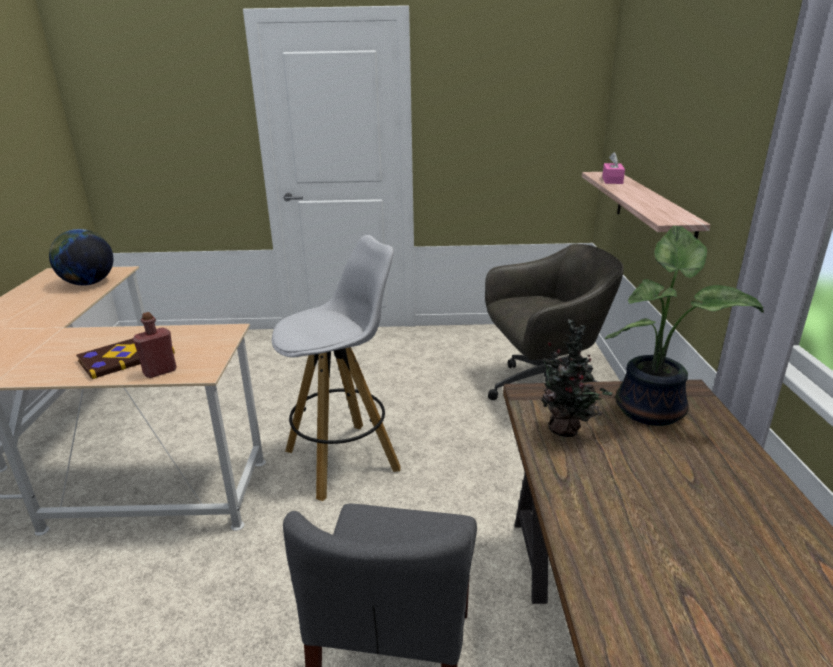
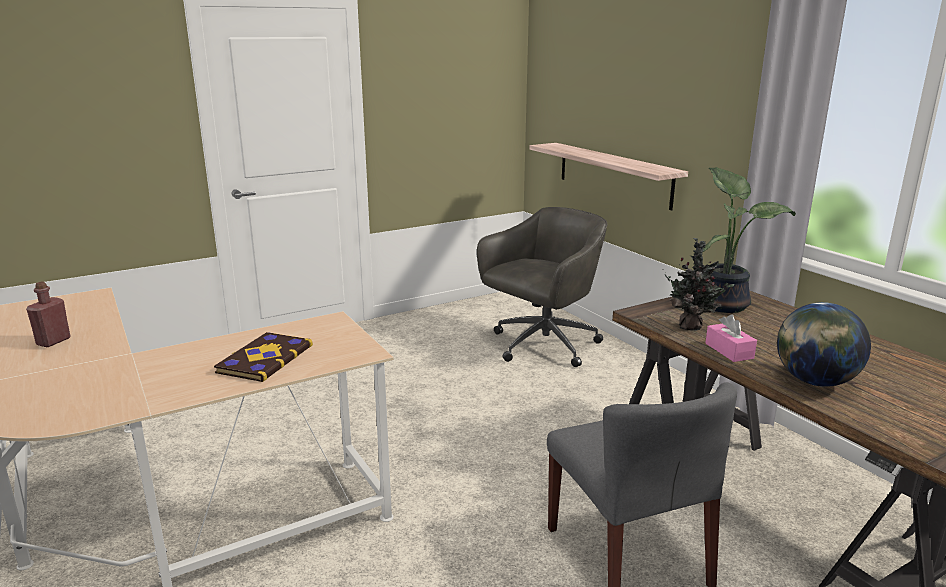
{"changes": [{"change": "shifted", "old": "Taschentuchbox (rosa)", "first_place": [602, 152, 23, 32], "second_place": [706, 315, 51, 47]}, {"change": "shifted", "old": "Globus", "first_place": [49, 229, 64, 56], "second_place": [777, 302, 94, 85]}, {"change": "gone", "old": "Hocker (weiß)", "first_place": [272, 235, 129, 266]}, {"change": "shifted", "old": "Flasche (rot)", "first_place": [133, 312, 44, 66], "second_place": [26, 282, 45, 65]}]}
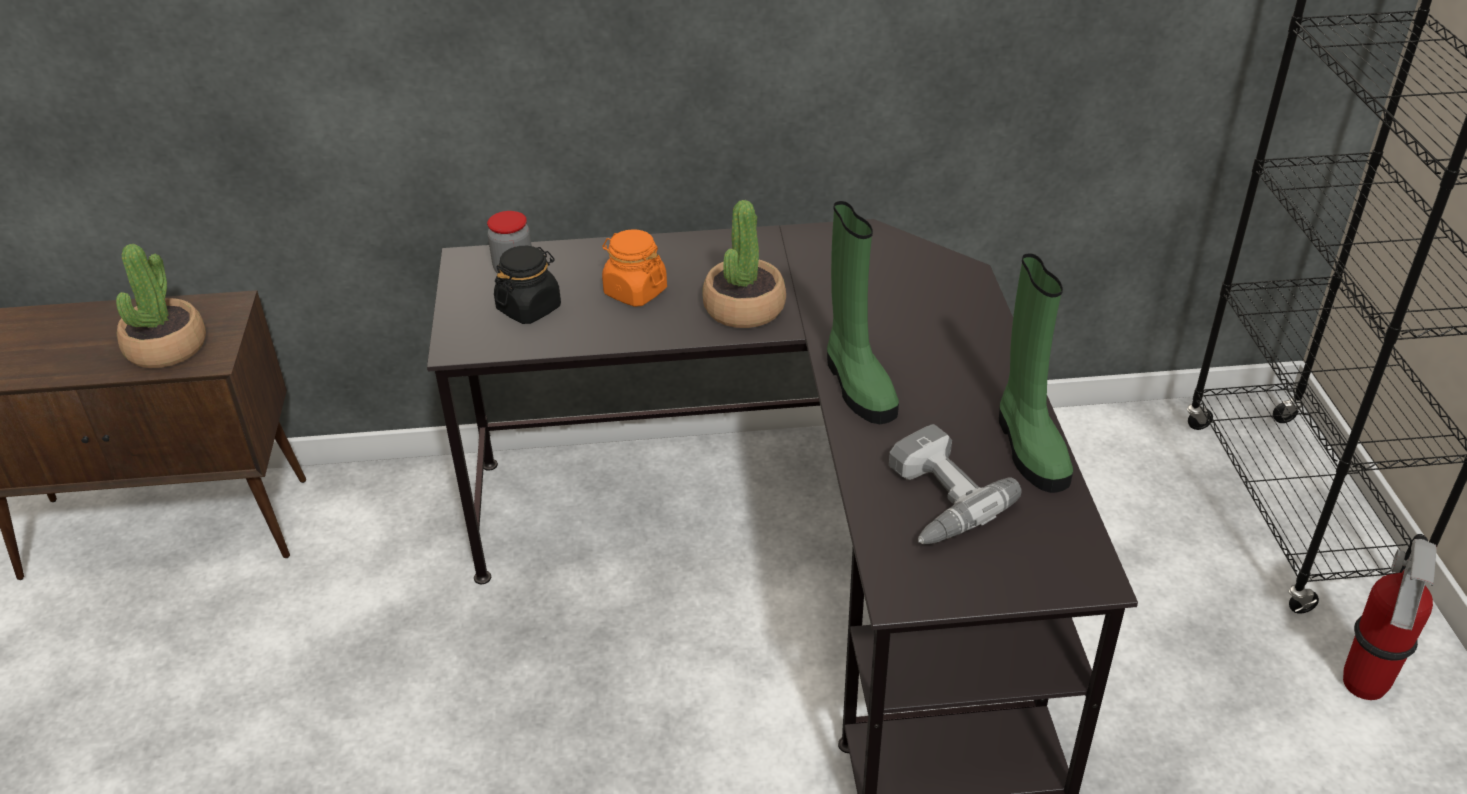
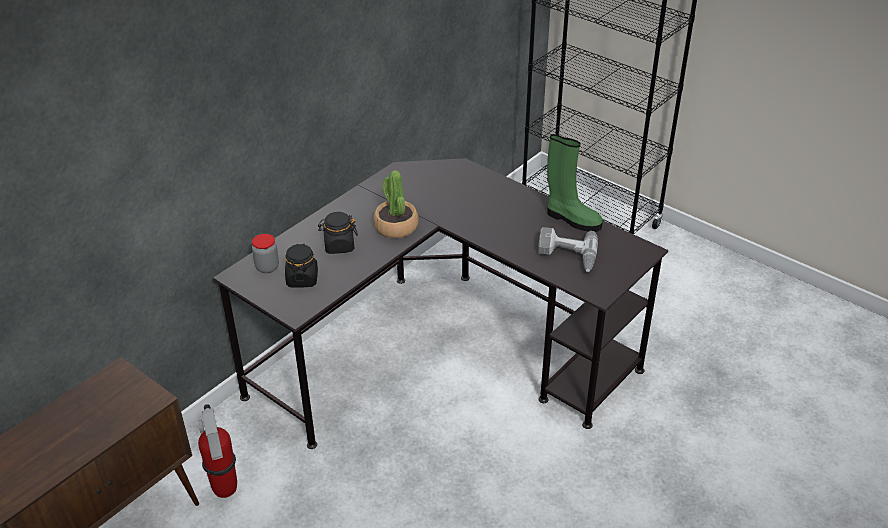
{"changes": [{"change": "gone", "old": "Stiefel (grün)", "first_place": [827, 201, 72, 223]}, {"change": "repainted", "old": "Vorratsglas (orange)", "new": "Vorratsglas (schwarz)", "first_place": [602, 229, 65, 78], "second_place": [318, 212, 40, 42]}, {"change": "gone", "old": "Topfpflanze", "first_place": [116, 244, 90, 124]}, {"change": "shifted", "old": "Feuerlöscher", "first_place": [1343, 534, 94, 166], "second_place": [198, 404, 39, 94]}]}
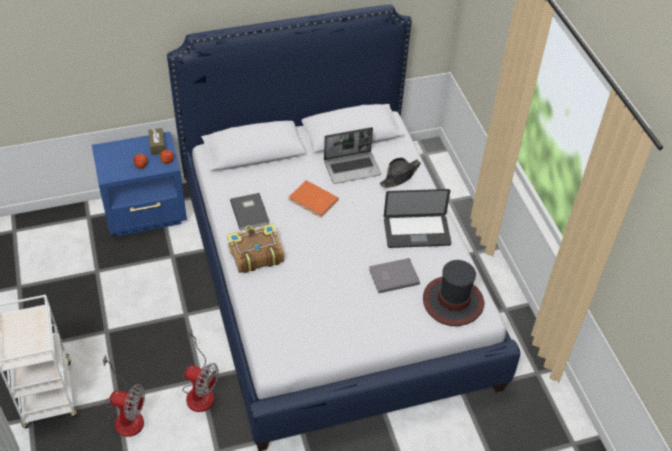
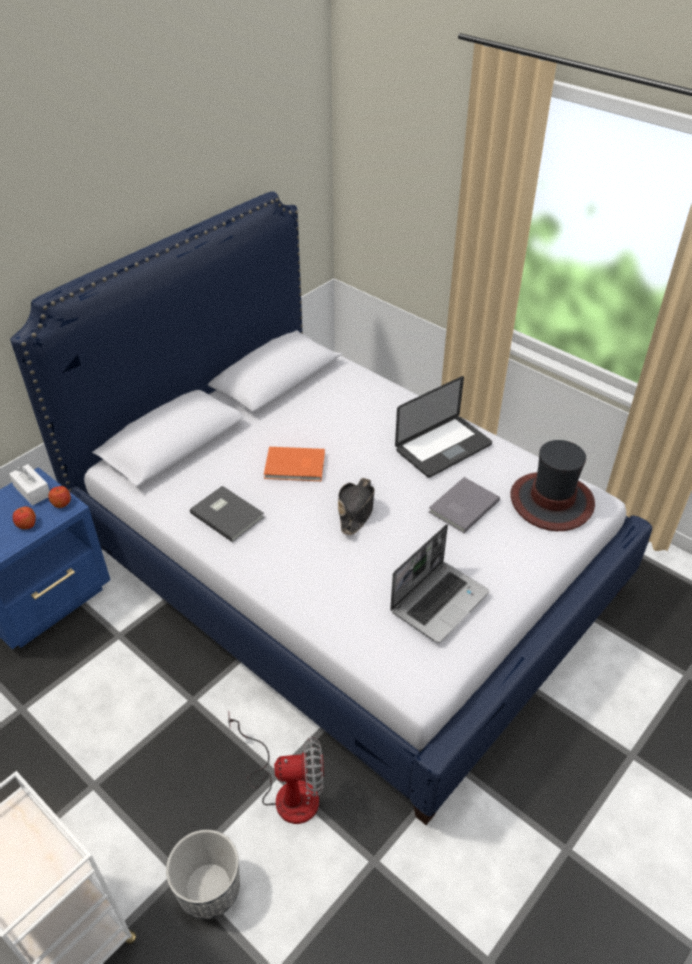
{"changes": [{"change": "shifted", "old": "Laptop", "first_place": [324, 127, 57, 57], "second_place": [390, 524, 99, 119]}, {"change": "repainted", "old": "Taschentuchbox (braun)", "new": "Taschentuchbox (weiß)", "first_place": [148, 128, 17, 27], "second_place": [9, 464, 41, 42]}, {"change": "shifted", "old": "Hut (schwarz)", "first_place": [380, 158, 41, 30], "second_place": [338, 478, 37, 57]}, {"change": "gone", "old": "Buch", "first_place": [227, 223, 57, 50]}, {"change": "swapped", "old": "Ventilator", "new": "Pflanzkübel", "first_place": [103, 354, 42, 83], "second_place": [166, 830, 74, 89]}]}
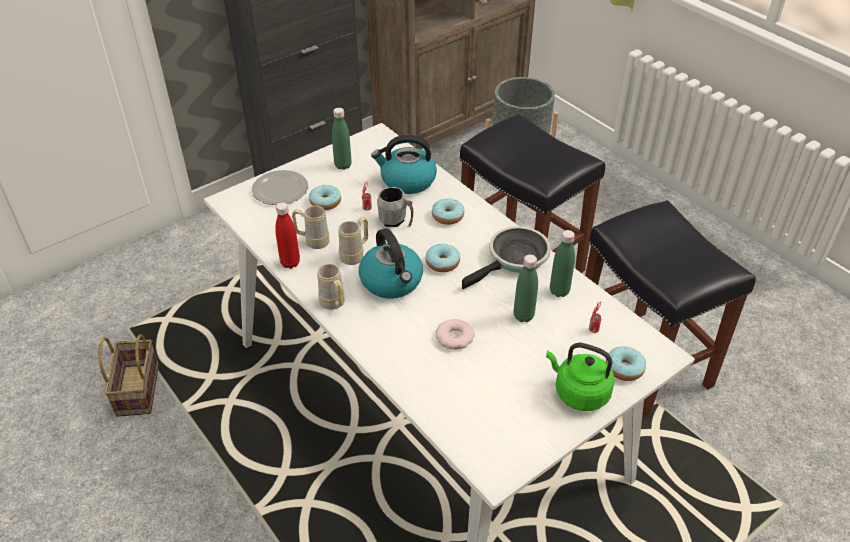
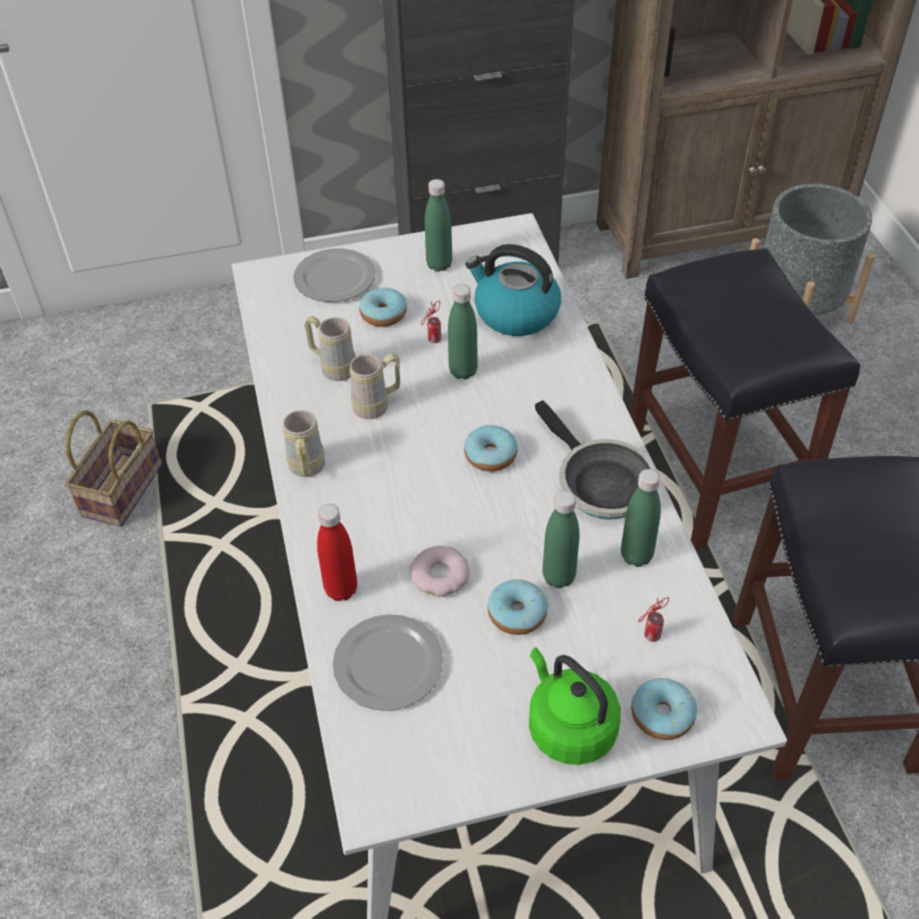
{"changes": [{"change": "swapped", "old": "Henkelbecher (grau)", "new": "Flasche (grün)", "first_place": [377, 187, 36, 40], "second_place": [448, 284, 30, 96]}, {"change": "shifted", "old": "Donut", "first_place": [432, 199, 32, 26], "second_place": [487, 580, 61, 55]}, {"change": "shifted", "old": "Flasche (rot)", "first_place": [275, 202, 25, 67], "second_place": [317, 504, 40, 97]}, {"change": "rotated", "old": "Pfanne", "first_place": [462, 226, 89, 63], "second_place": [535, 400, 122, 120], "degrees": 75}, {"change": "gone", "old": "Wasserkessel", "first_place": [359, 228, 64, 71]}, {"change": "new", "new": "Teller", "second_place": [333, 614, 111, 97]}]}
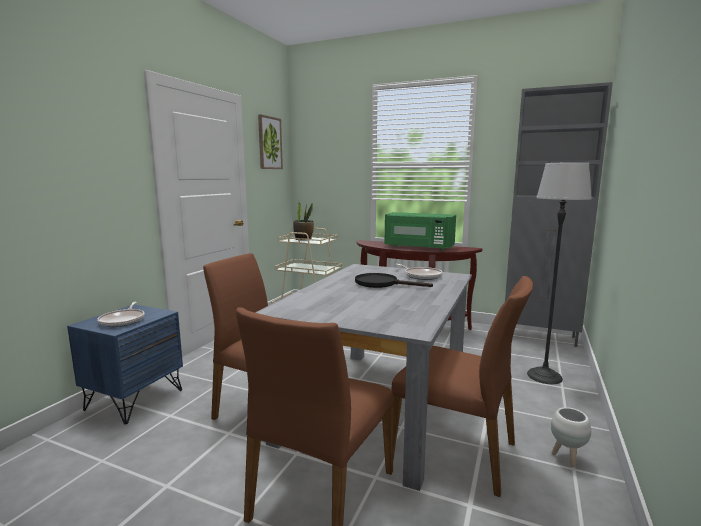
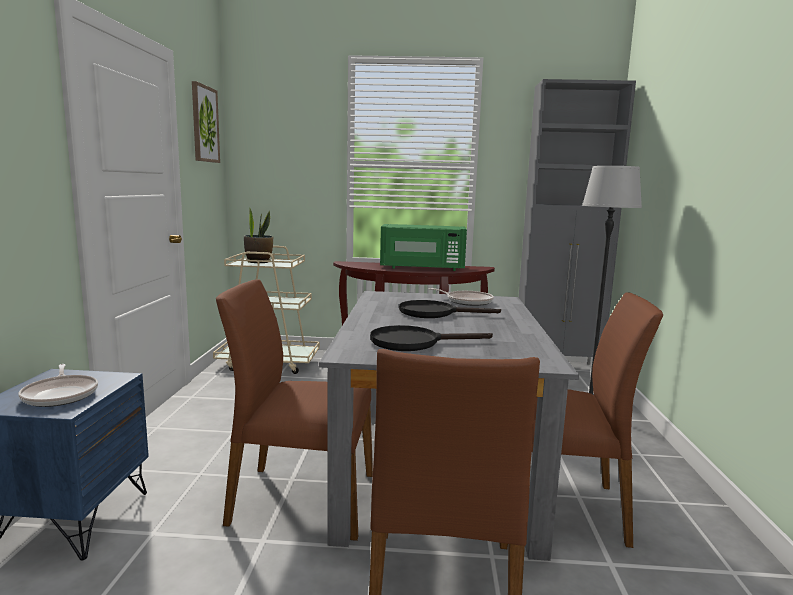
{"changes": [{"change": "gone", "old": "Pflanzkübel (weiß)", "first_place": [551, 407, 40, 60]}, {"change": "new", "new": "Pfanne (schwarz)", "second_place": [370, 325, 123, 26]}]}
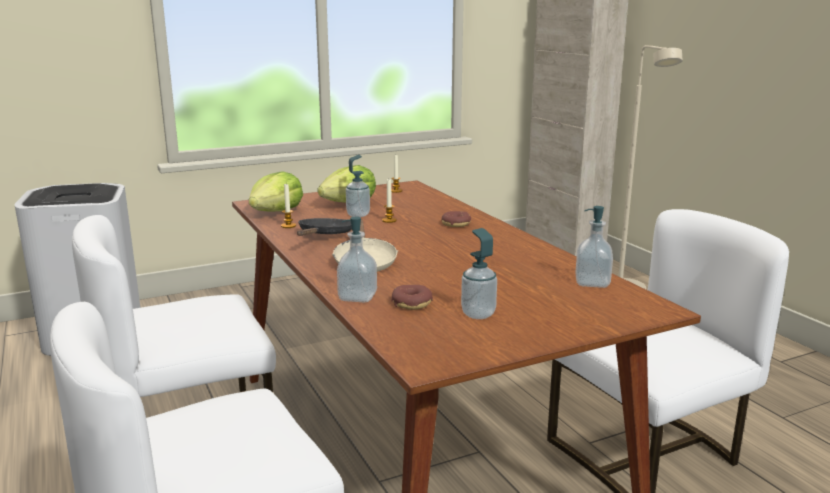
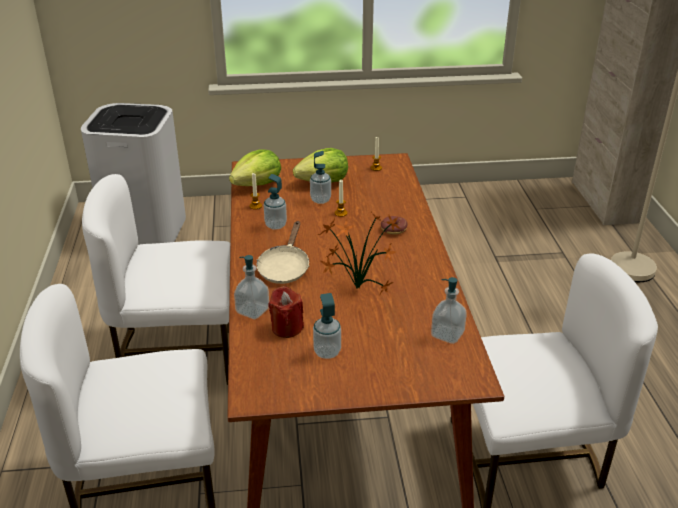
{"changes": [{"change": "swapped", "old": "Pfanne (schwarz)", "new": "Seifenspender", "first_place": [297, 218, 55, 18], "second_place": [264, 174, 23, 56]}, {"change": "swapped", "old": "Donut", "new": "Kerze (rot)", "first_place": [391, 285, 42, 25], "second_place": [269, 286, 35, 52]}, {"change": "new", "new": "Topfpflanze", "second_place": [318, 212, 83, 82]}]}
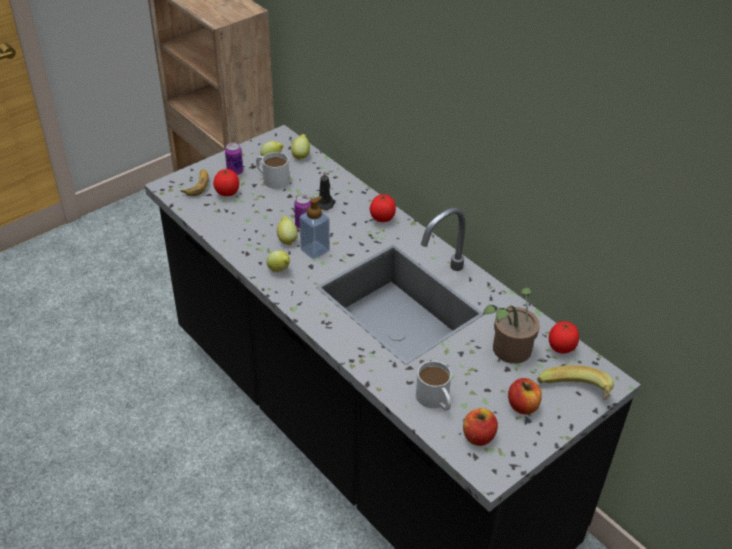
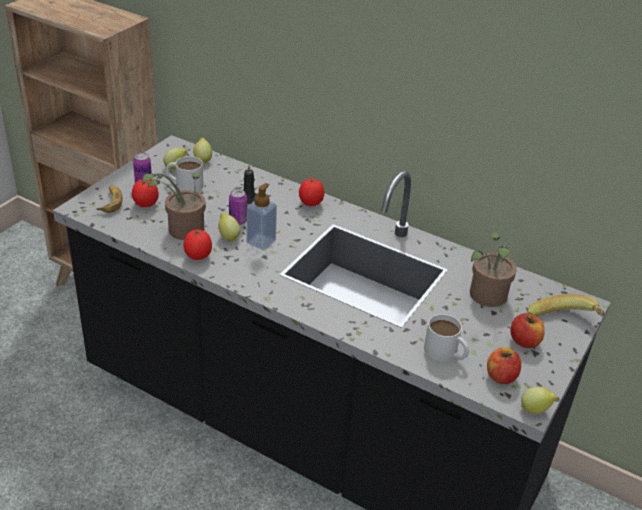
{"changes": [{"change": "shifted", "old": "Zitrone", "first_place": [266, 250, 24, 22], "second_place": [521, 387, 36, 27]}, {"change": "shifted", "old": "Tomate", "first_place": [549, 321, 30, 32], "second_place": [183, 229, 29, 31]}, {"change": "new", "new": "Topfpflanze", "second_place": [143, 173, 63, 67]}]}
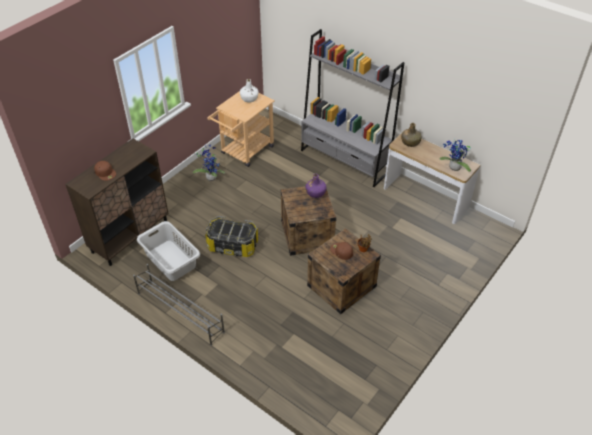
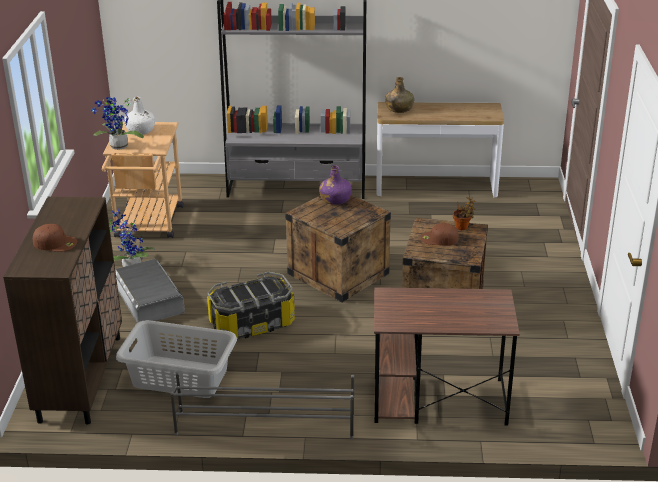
{"changes": [{"change": "shifted", "old": "Topfpflanze", "first_place": [439, 138, 32, 34], "second_place": [91, 97, 53, 53]}, {"change": "new", "new": "Aufbewahrungsbox (grau)", "second_place": [115, 259, 70, 64]}, {"change": "new", "new": "Schreibtisch (braun)", "second_place": [374, 287, 146, 139]}]}
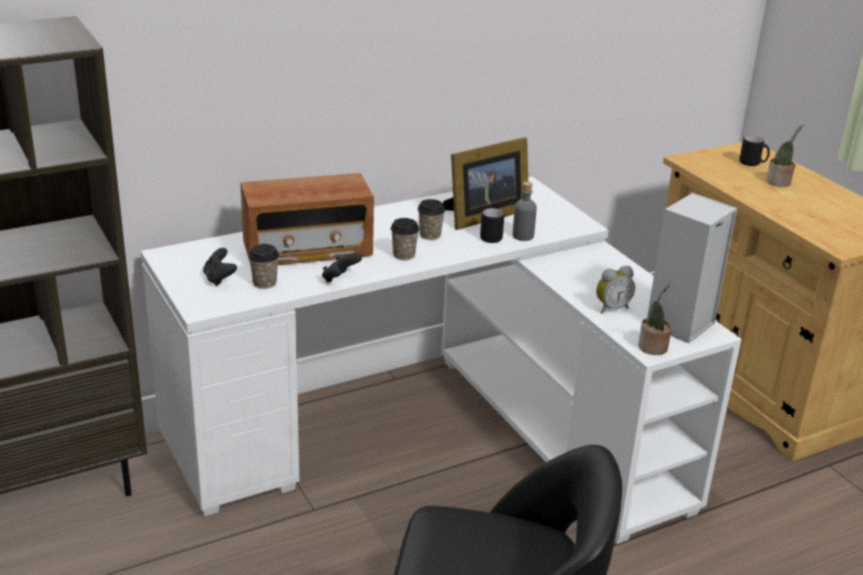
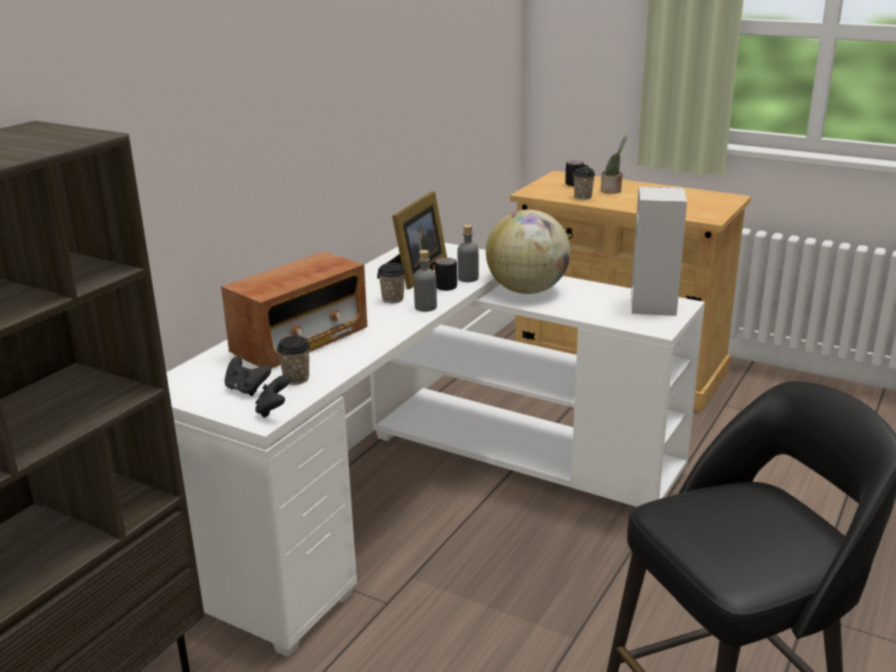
{"changes": [{"change": "shifted", "old": "Tasse", "first_place": [391, 218, 28, 42], "second_place": [573, 168, 22, 32]}, {"change": "shifted", "old": "Gamepad (schwarz)", "first_place": [322, 253, 40, 30], "second_place": [255, 375, 36, 43]}, {"change": "gone", "old": "Wecker", "first_place": [596, 266, 39, 48]}, {"change": "gone", "old": "Topfpflanze", "first_place": [638, 284, 34, 71]}, {"change": "new", "new": "Globus", "second_place": [486, 209, 84, 85]}, {"change": "new", "new": "Flasche (grau)", "second_place": [414, 250, 23, 62]}]}
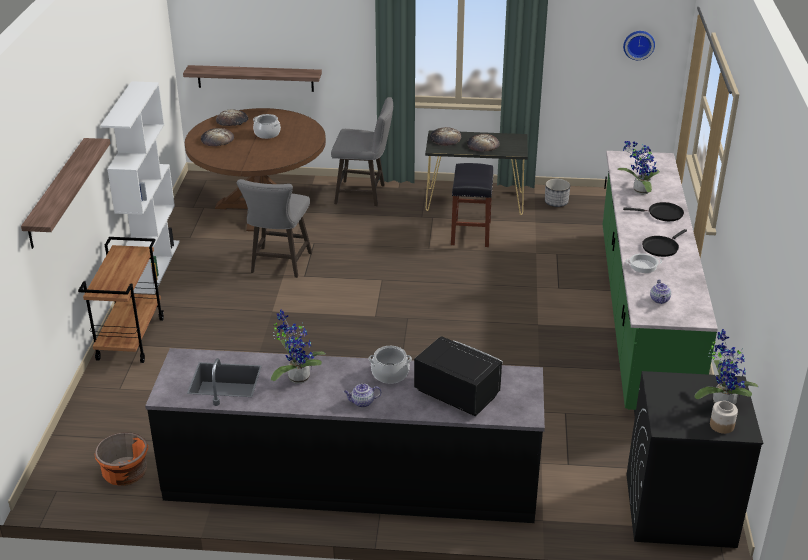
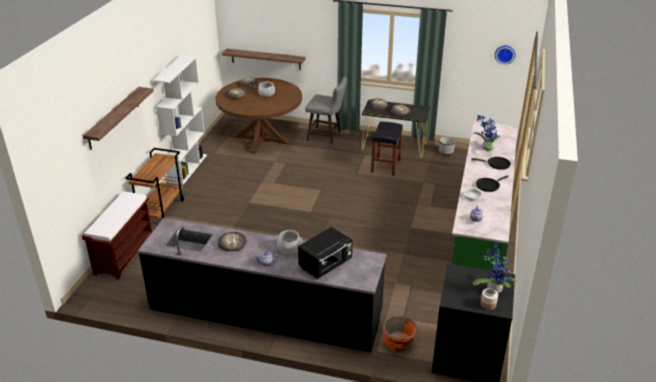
{"changes": [{"change": "gone", "old": "Hocker (grau)", "first_place": [237, 179, 75, 99]}, {"change": "swapped", "old": "Topfpflanze", "new": "Brot", "first_place": [271, 309, 55, 75], "second_place": [218, 232, 29, 19]}, {"change": "rotated", "old": "Mikrowelle (schwarz)", "first_place": [414, 336, 89, 81], "second_place": [298, 227, 54, 52], "degrees": 90}, {"change": "shifted", "old": "Pflanzkübel (orange)", "first_place": [95, 432, 53, 54], "second_place": [383, 316, 35, 36]}, {"change": "new", "new": "Bank (braun)", "second_place": [82, 191, 70, 89]}]}
